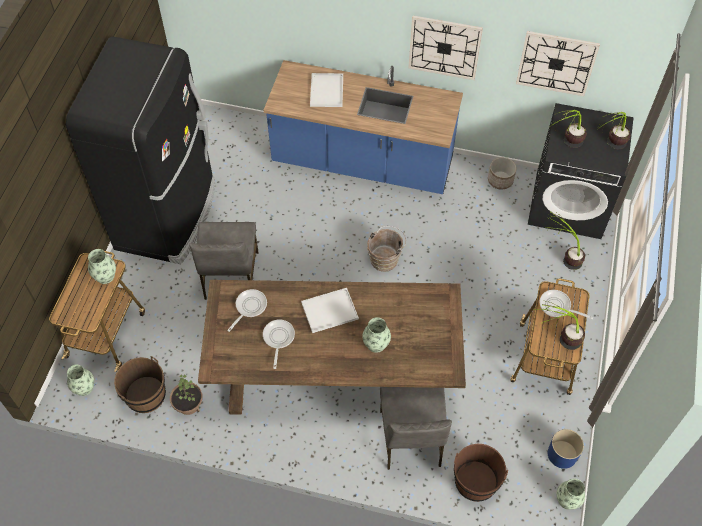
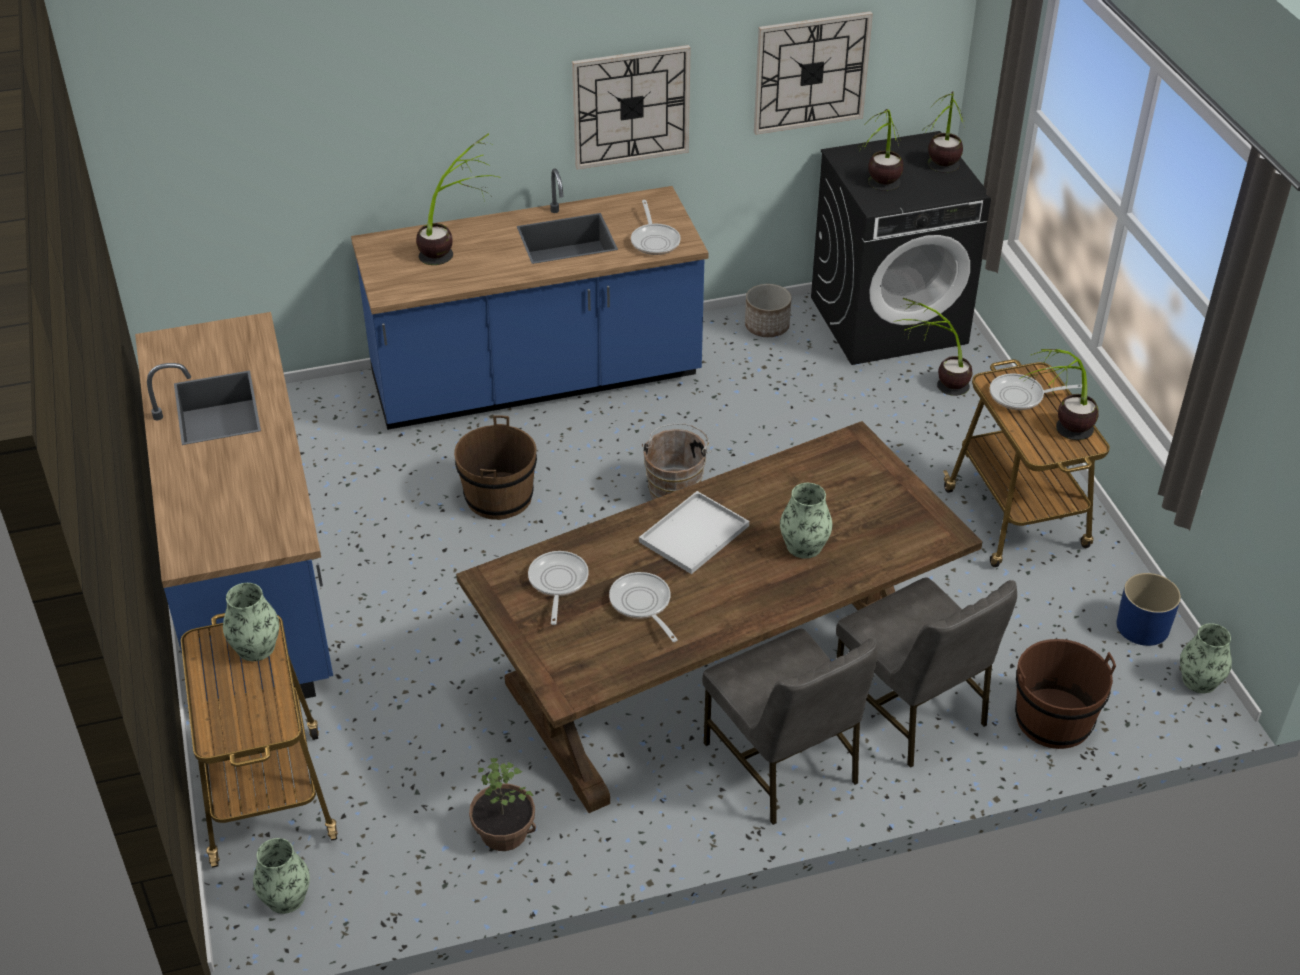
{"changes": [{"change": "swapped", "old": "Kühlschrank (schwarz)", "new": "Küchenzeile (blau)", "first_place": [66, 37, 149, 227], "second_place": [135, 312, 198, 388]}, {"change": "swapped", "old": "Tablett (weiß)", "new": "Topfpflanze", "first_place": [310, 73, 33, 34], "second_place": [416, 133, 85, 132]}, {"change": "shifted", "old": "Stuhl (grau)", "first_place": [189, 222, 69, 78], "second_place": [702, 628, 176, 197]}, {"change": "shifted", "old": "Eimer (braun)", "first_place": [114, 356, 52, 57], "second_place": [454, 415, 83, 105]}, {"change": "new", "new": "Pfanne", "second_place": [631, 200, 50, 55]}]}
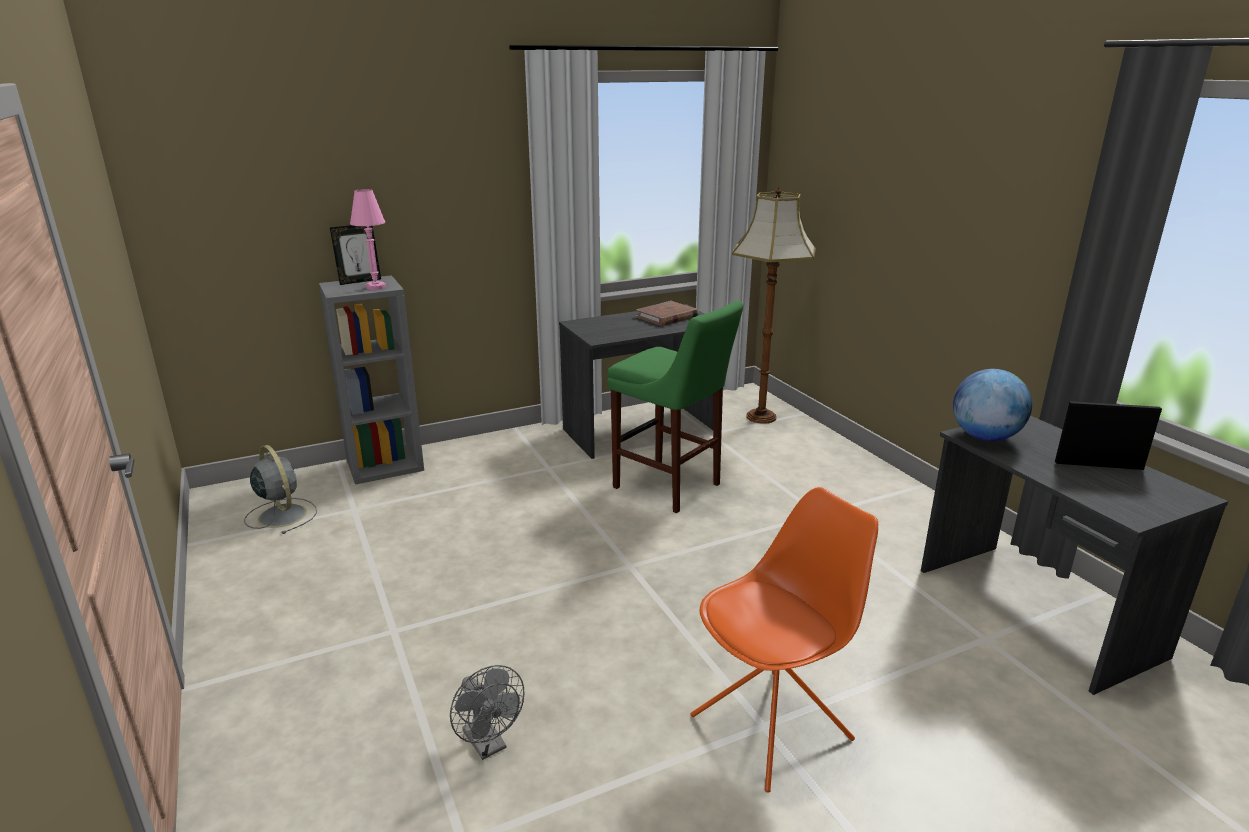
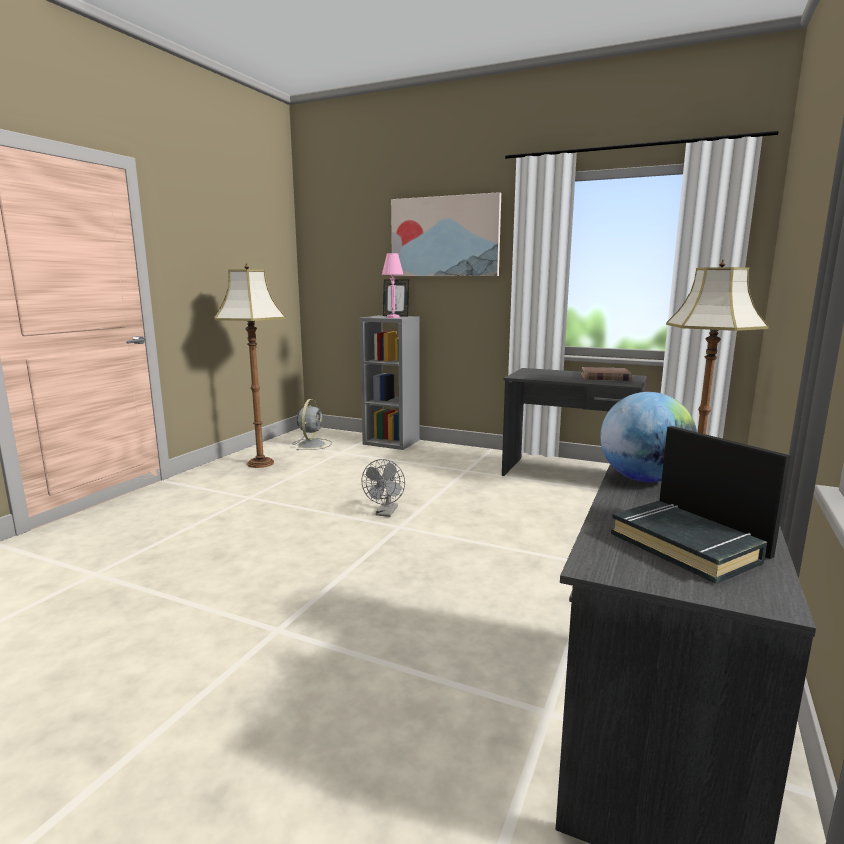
{"changes": [{"change": "gone", "old": "Hocker (grün)", "first_place": [607, 301, 136, 212]}, {"change": "gone", "old": "Stuhl (orange)", "first_place": [690, 487, 188, 306]}, {"change": "shifted", "old": "Ventilator (grau)", "first_place": [450, 665, 74, 95], "second_place": [361, 459, 44, 58]}, {"change": "new", "new": "Bild", "second_place": [391, 192, 110, 84]}, {"change": "new", "new": "Stehlampe", "second_place": [214, 262, 72, 206]}, {"change": "new", "new": "Buch (schwarz)", "second_place": [611, 501, 156, 83]}]}
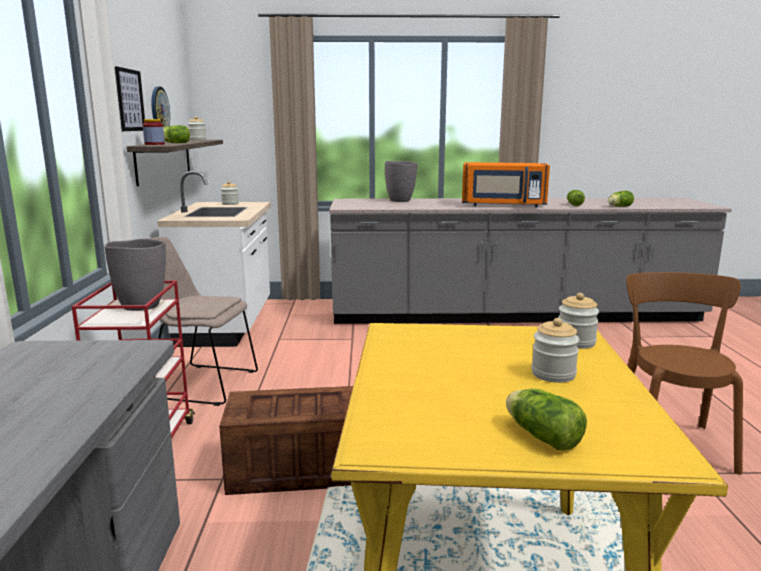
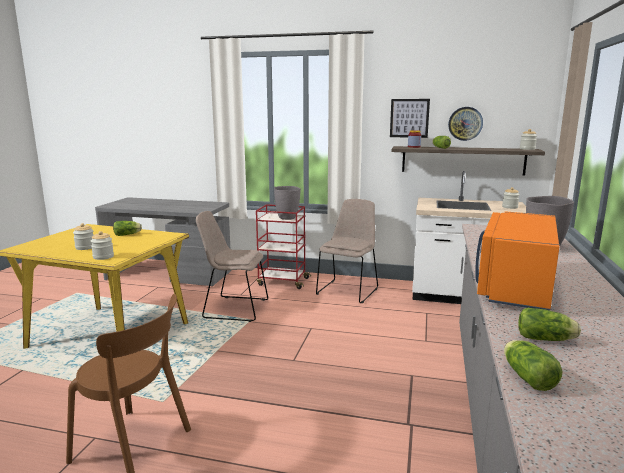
{"changes": [{"change": "swapped", "old": "Kiste", "new": "Stuhl (beige)", "first_place": [219, 386, 134, 109], "second_place": [196, 211, 72, 111]}, {"change": "shifted", "old": "Salatkopf", "first_place": [506, 389, 81, 61], "second_place": [113, 221, 29, 15]}]}
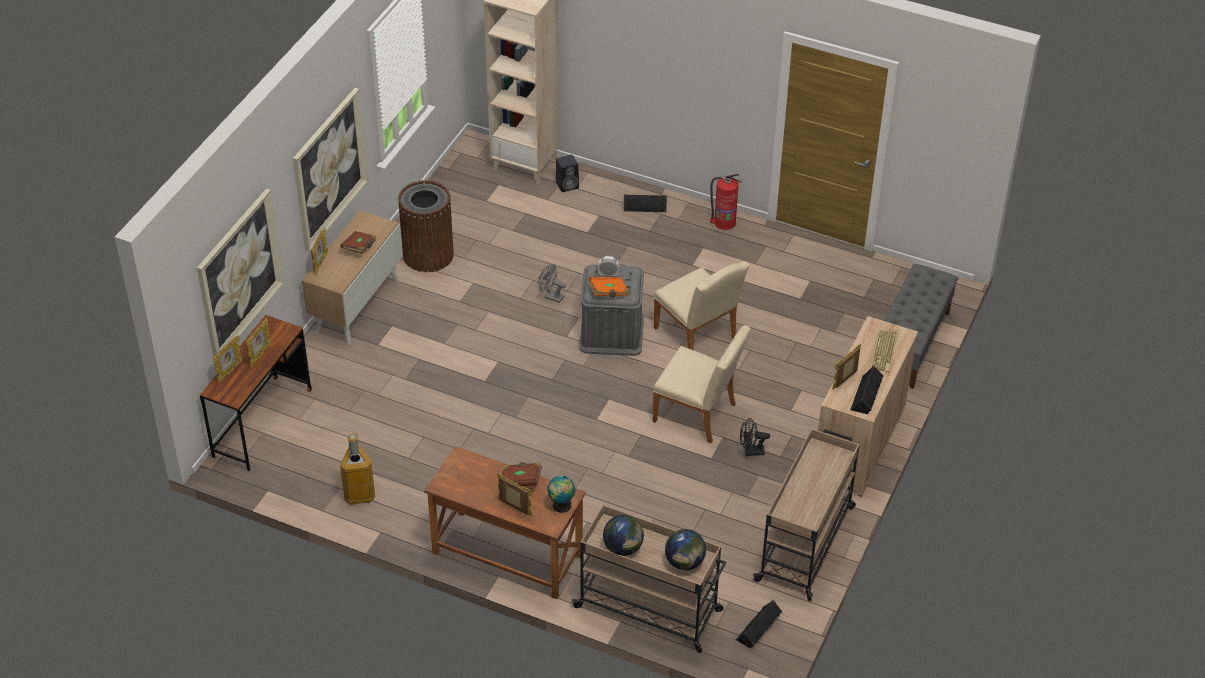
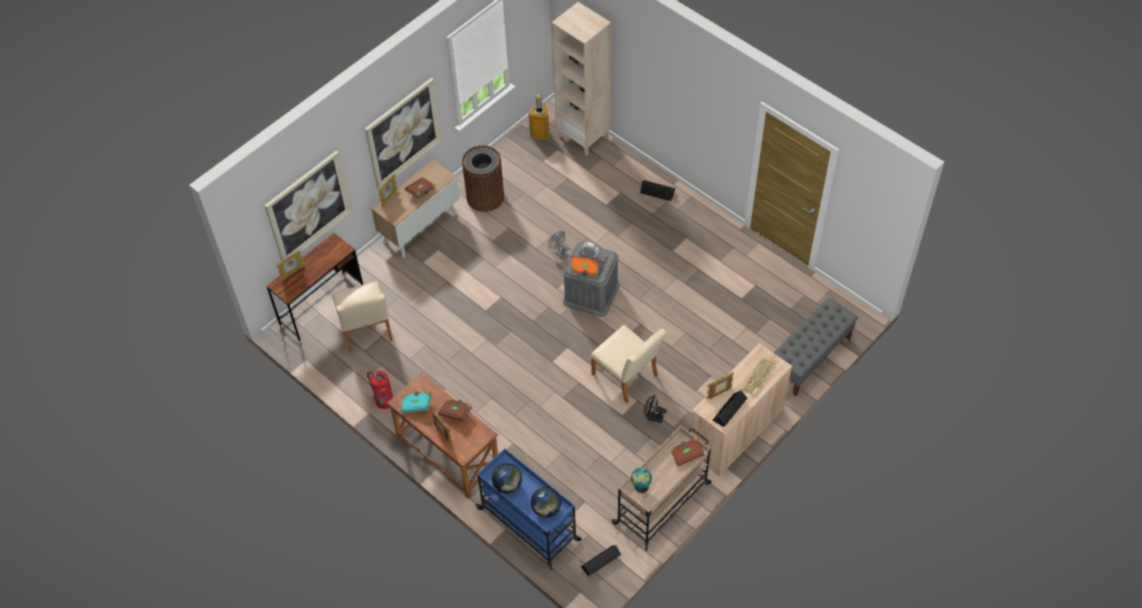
{"changes": [{"change": "gone", "old": "Lautsprecher (schwarz)", "first_place": [556, 155, 23, 37]}, {"change": "shifted", "old": "Feuerlöscher", "first_place": [710, 174, 31, 56], "second_place": [367, 371, 26, 38]}, {"change": "shifted", "old": "Stuhl (beige)", "first_place": [654, 261, 96, 89], "second_place": [332, 281, 61, 71]}, {"change": "gone", "old": "Bilderrahmen", "first_place": [246, 318, 26, 49]}, {"change": "shifted", "old": "Mülleimer", "first_place": [340, 433, 35, 72], "second_place": [529, 94, 21, 46]}, {"change": "shifted", "old": "Globus", "first_place": [548, 476, 27, 37], "second_place": [631, 468, 21, 25]}, {"change": "repainted", "old": "Rollwagen (beige)", "new": "Rollwagen (blau)", "first_place": [572, 505, 154, 148], "second_place": [476, 448, 105, 122]}, {"change": "new", "new": "Buch (türkis)", "second_place": [401, 392, 31, 21]}, {"change": "new", "new": "Buch (braun)", "second_place": [670, 437, 34, 30]}]}
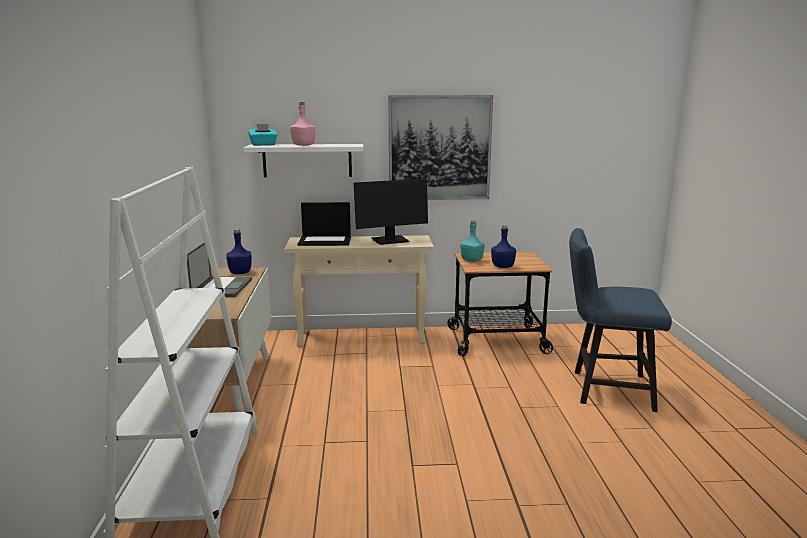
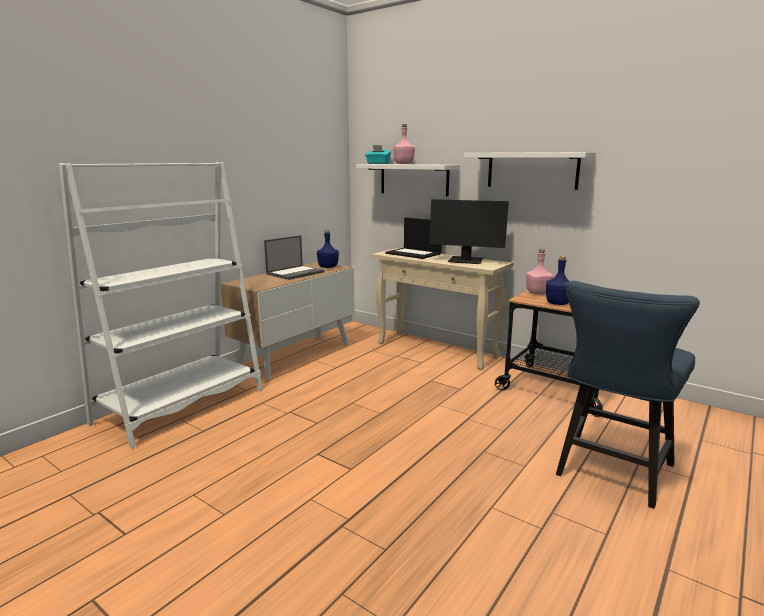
{"changes": [{"change": "swapped", "old": "Bild", "new": "Wandregal (weiß)", "first_place": [388, 95, 105, 105], "second_place": [464, 152, 132, 38]}, {"change": "repainted", "old": "Flasche (türkis)", "new": "Flasche (rosa)", "first_place": [460, 220, 25, 42], "second_place": [526, 249, 27, 45]}, {"change": "rotated", "old": "Stuhl (blau)", "first_place": [569, 228, 103, 184], "second_place": [556, 281, 144, 228], "degrees": -105}]}
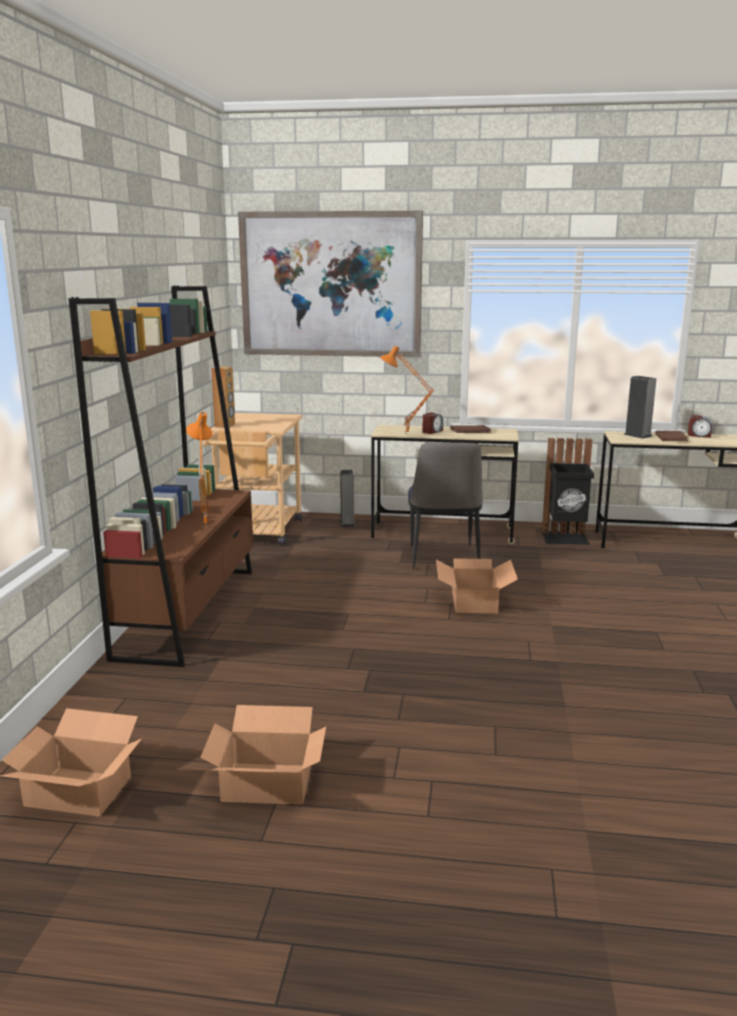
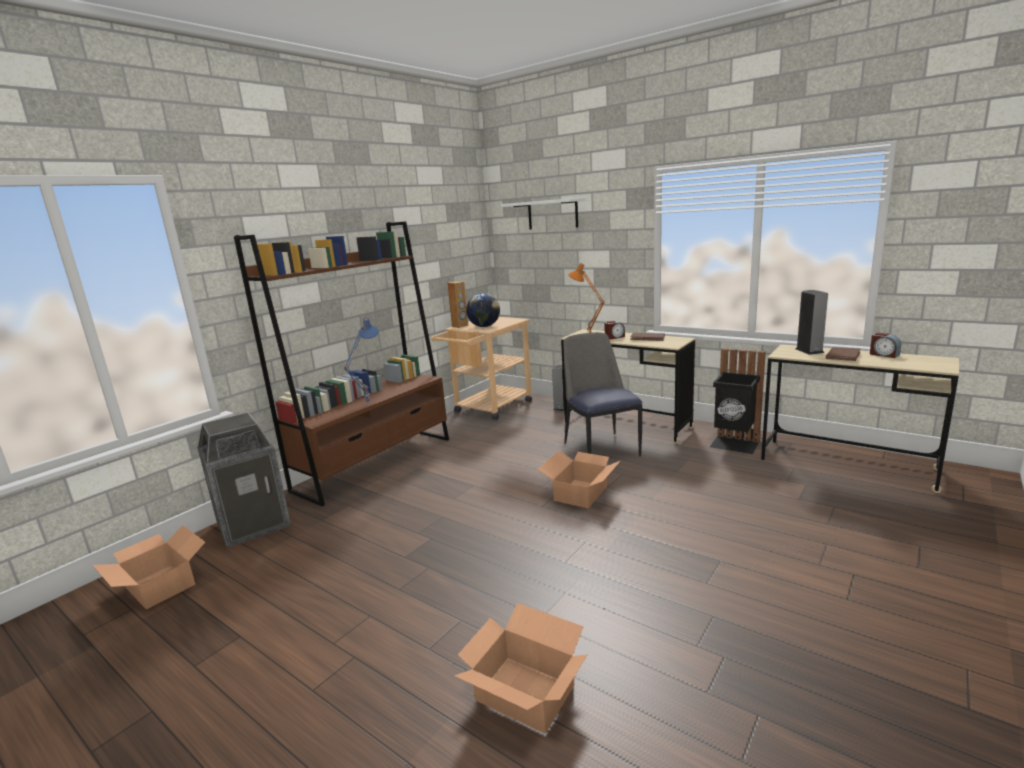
{"changes": [{"change": "swapped", "old": "Bild", "new": "Wandregal (weiß)", "first_place": [238, 211, 185, 146], "second_place": [501, 198, 86, 32]}, {"change": "repainted", "old": "Tischlampe (orange)", "new": "Tischlampe (blau)", "first_place": [186, 412, 26, 114], "second_place": [344, 317, 35, 87]}, {"change": "rotated", "old": "Stuhl", "first_place": [408, 442, 75, 128], "second_place": [563, 332, 79, 125], "degrees": 135}, {"change": "shifted", "old": "Karton", "first_place": [200, 705, 126, 100], "second_place": [454, 603, 134, 131]}, {"change": "new", "new": "Globus", "second_place": [466, 293, 34, 34]}, {"change": "new", "new": "Mülleimer", "second_place": [197, 412, 94, 136]}]}
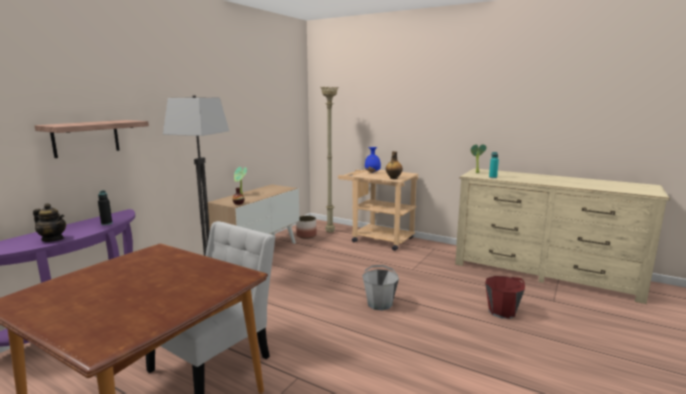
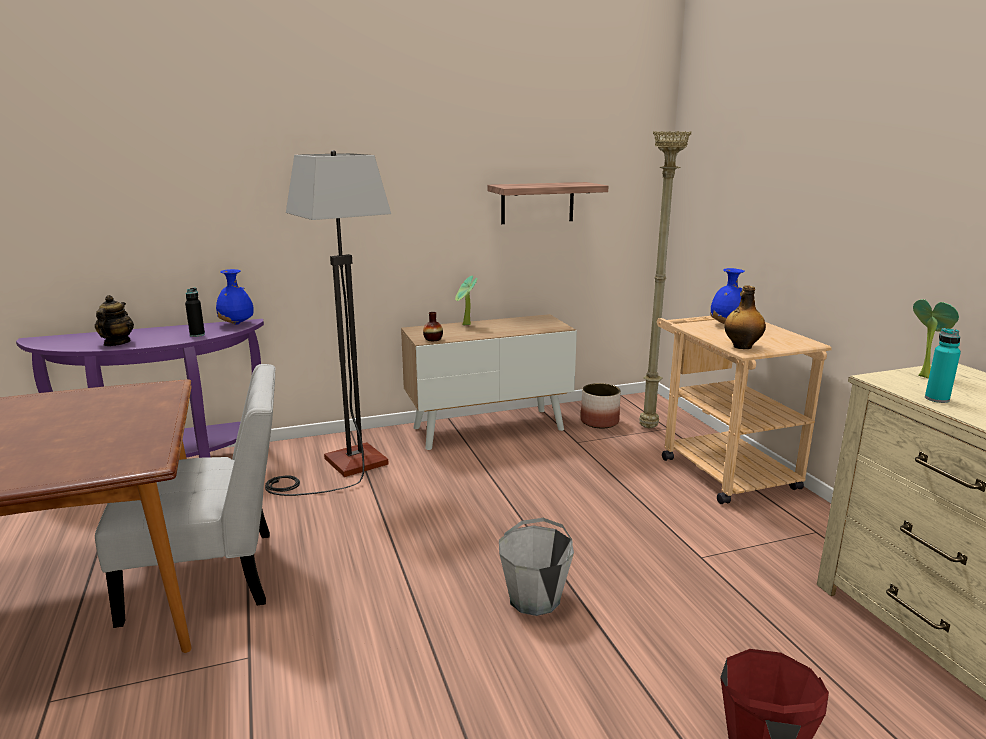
{"changes": [{"change": "shifted", "old": "Wandregal", "first_place": [34, 120, 115, 38], "second_place": [487, 182, 122, 42]}, {"change": "rotated", "old": "Teekanne", "first_place": [33, 203, 33, 39], "second_place": [95, 295, 39, 51], "degrees": -150}, {"change": "new", "new": "Vase (blau)", "second_place": [216, 269, 37, 56]}]}
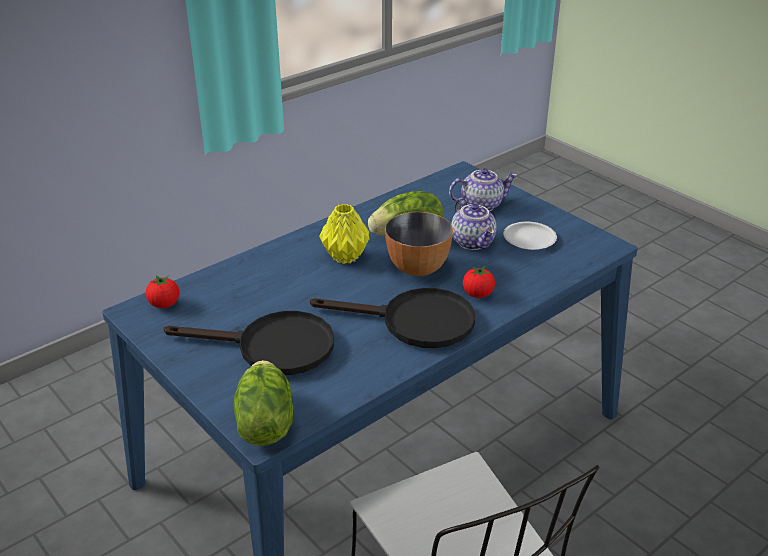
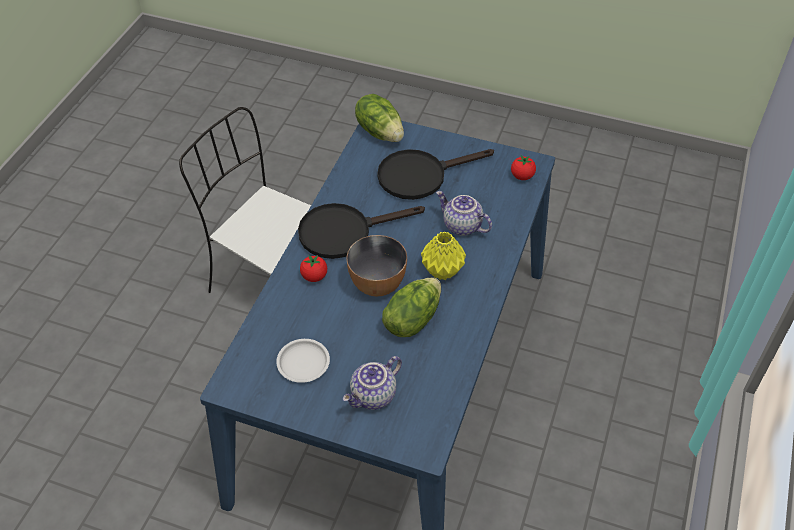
{"changes": [{"change": "shifted", "old": "Teekanne", "first_place": [451, 198, 46, 52], "second_place": [436, 191, 56, 45]}]}
